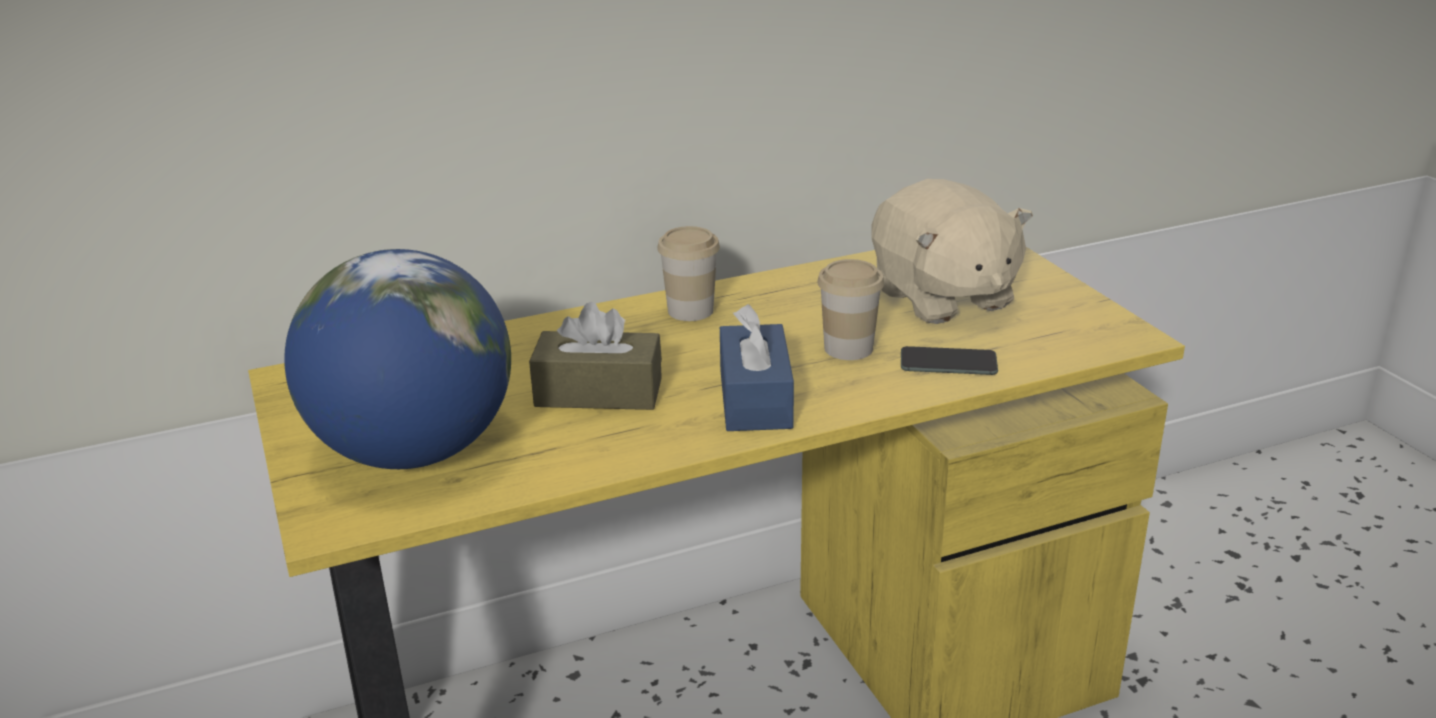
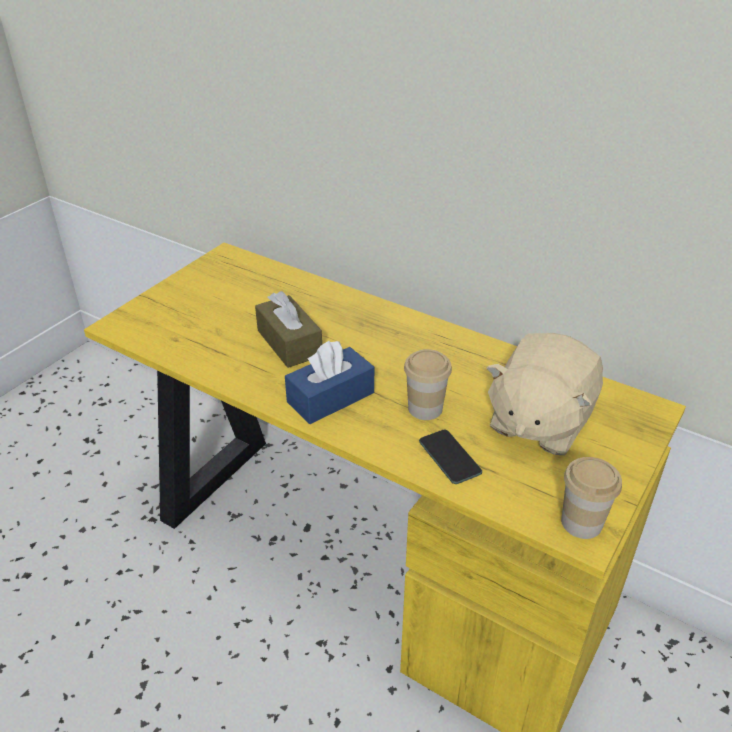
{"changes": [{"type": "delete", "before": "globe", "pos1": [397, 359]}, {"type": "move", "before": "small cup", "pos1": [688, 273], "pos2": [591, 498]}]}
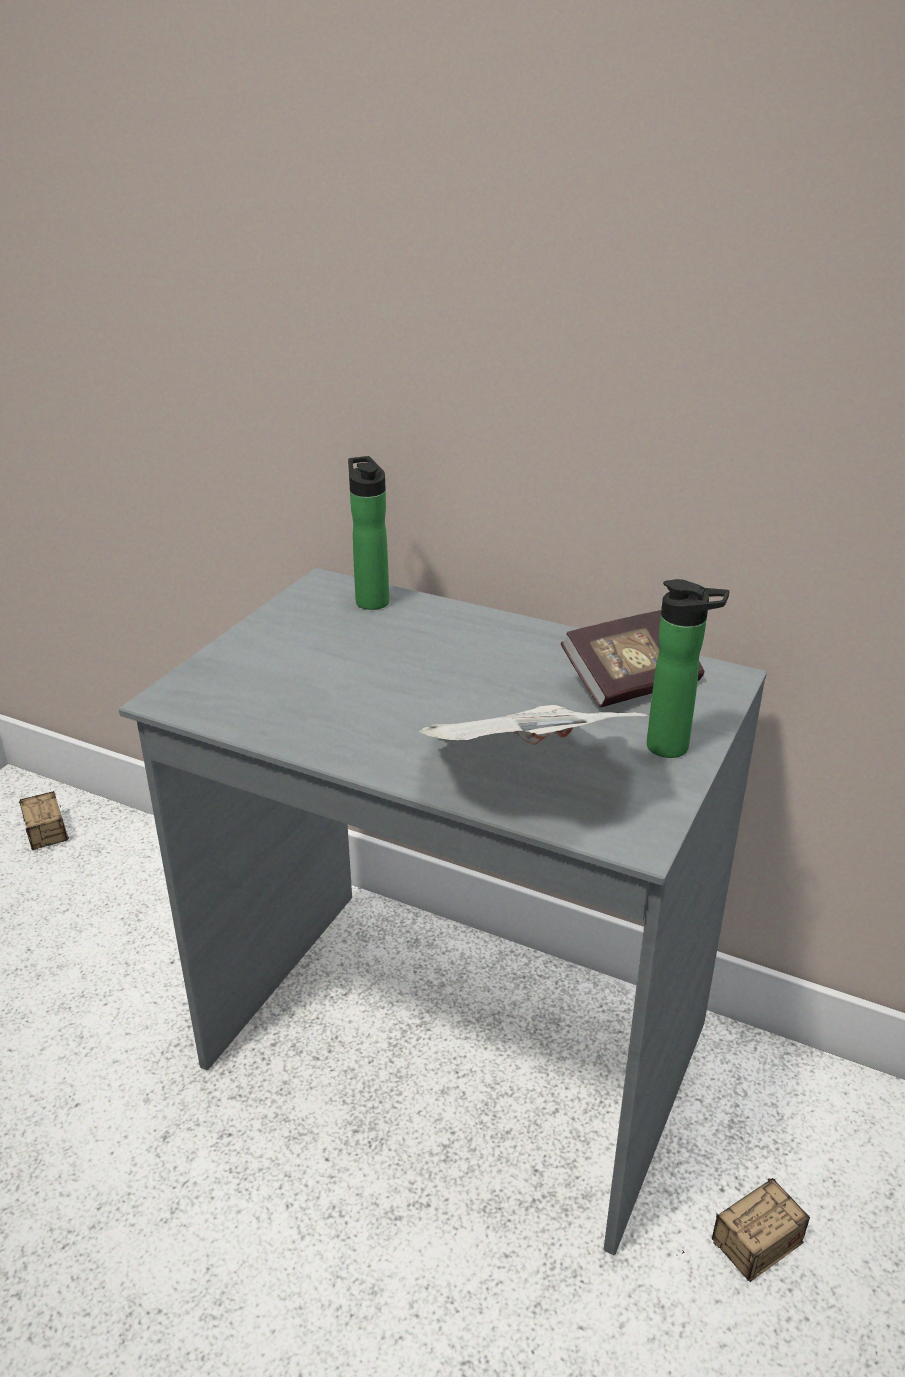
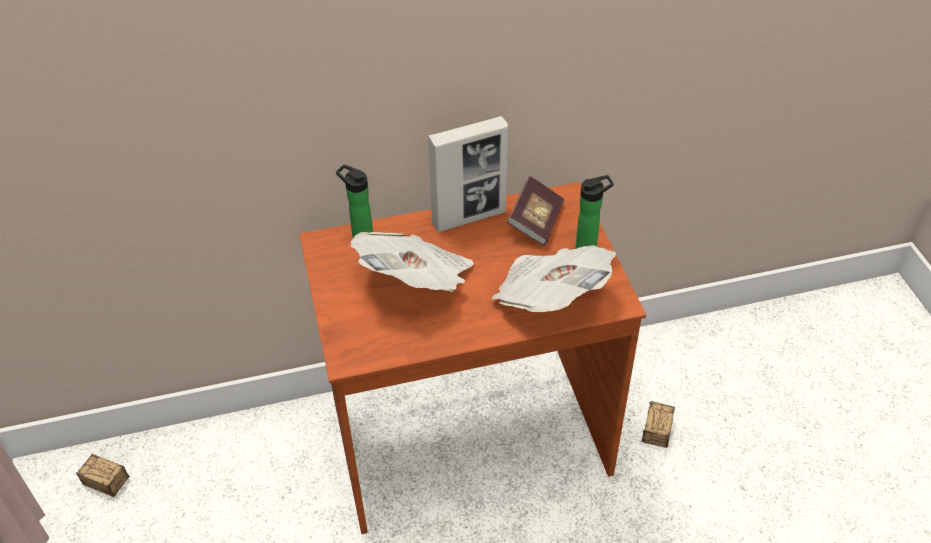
{"changes": [{"type": "insert", "after": "newspaper", "pos2": [412, 261]}, {"type": "insert", "after": "photo frame", "pos2": [468, 174]}, {"type": "recolor", "before": "gray desk table", "after": "brownish desk table", "pos1": [443, 911], "pos2": [472, 358]}]}
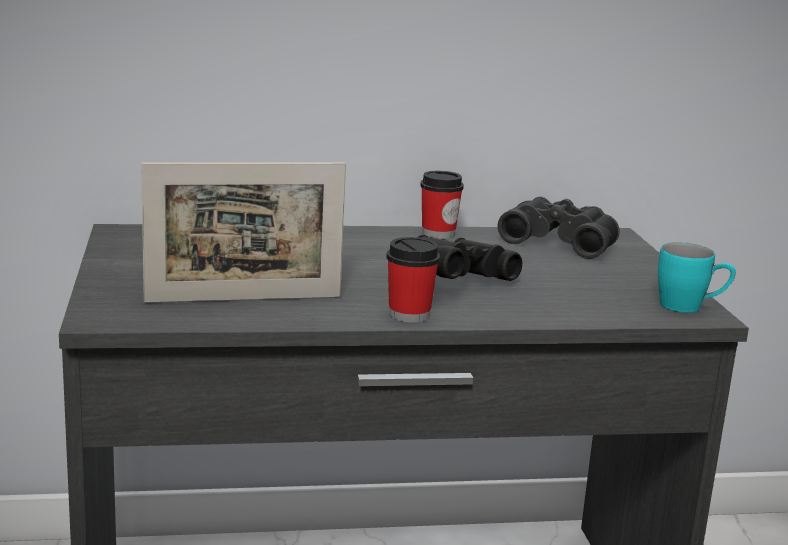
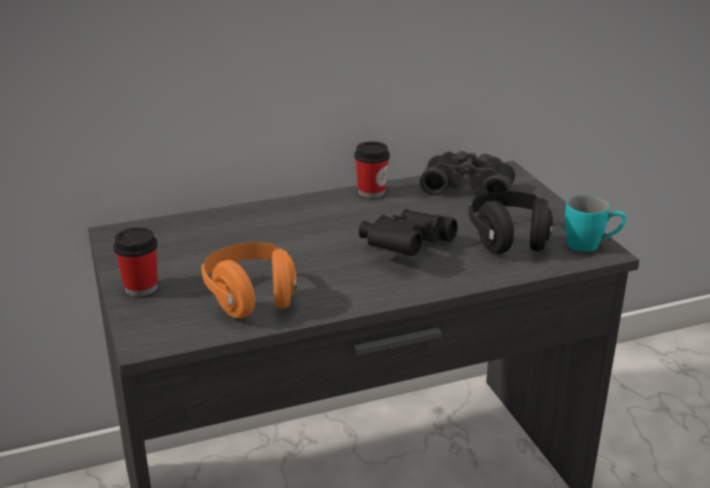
{"changes": [{"type": "insert", "after": "black headphones", "pos2": [511, 222]}, {"type": "move", "before": "small cup", "pos1": [413, 280], "pos2": [135, 262]}, {"type": "replace", "before": "photo frame", "after": "orange-coloured headphones", "pos1": [243, 232], "pos2": [249, 280]}]}
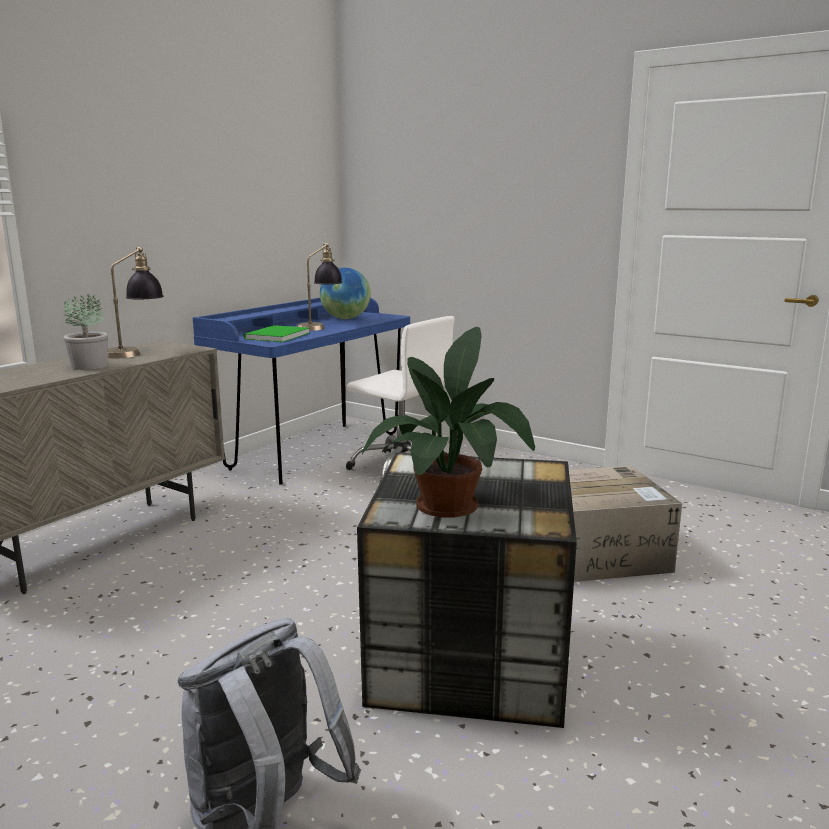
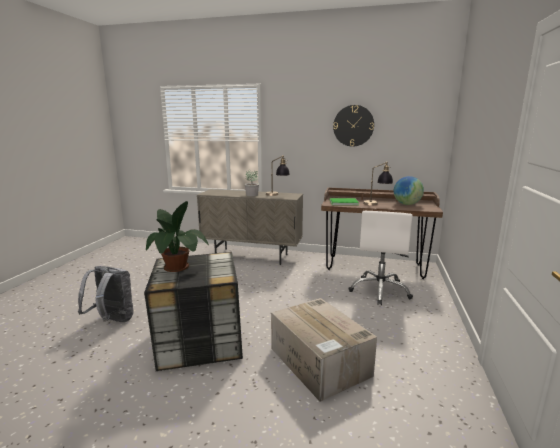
{"changes": [{"type": "insert", "after": "hanging clock", "pos2": [353, 126]}, {"type": "recolor", "before": "blue desk table", "after": "brownish desk table", "pos1": [301, 391], "pos2": [382, 233]}]}
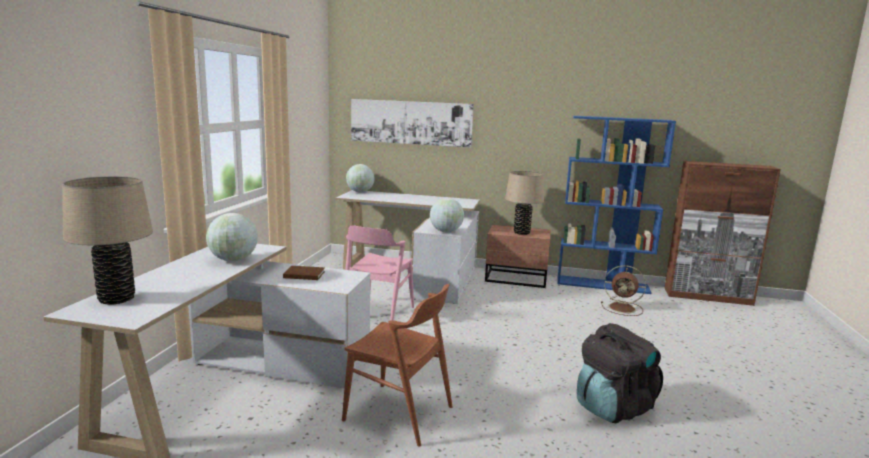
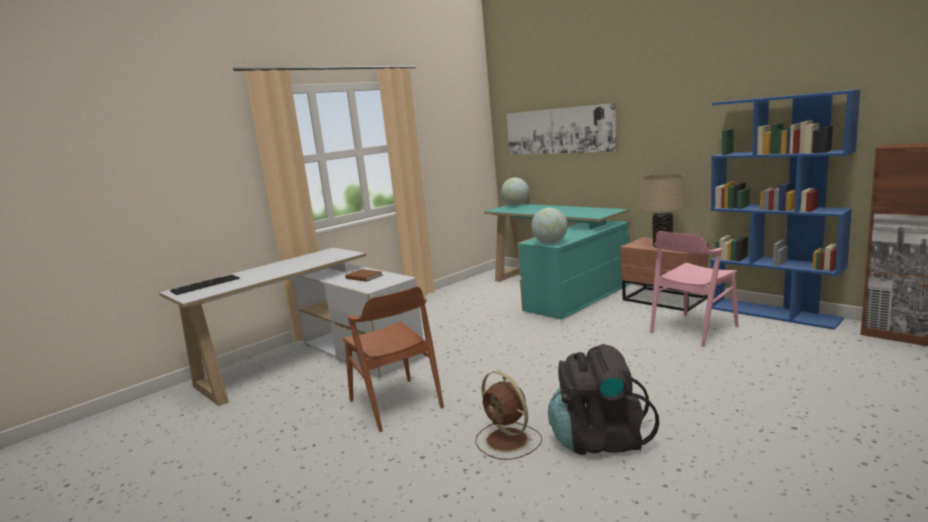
{"changes": [{"type": "delete", "before": "globe", "pos1": [232, 237]}, {"type": "move", "before": "pink chair", "pos1": [379, 272], "pos2": [694, 289]}, {"type": "move", "before": "brownish cooling fan", "pos1": [623, 290], "pos2": [508, 415]}, {"type": "replace", "before": "beige tabletop lamp", "after": "keyboard", "pos1": [107, 240], "pos2": [205, 285]}, {"type": "recolor", "before": "white-coloured desk table", "after": "turquoise-coloured desk table", "pos1": [407, 247], "pos2": [557, 262]}]}
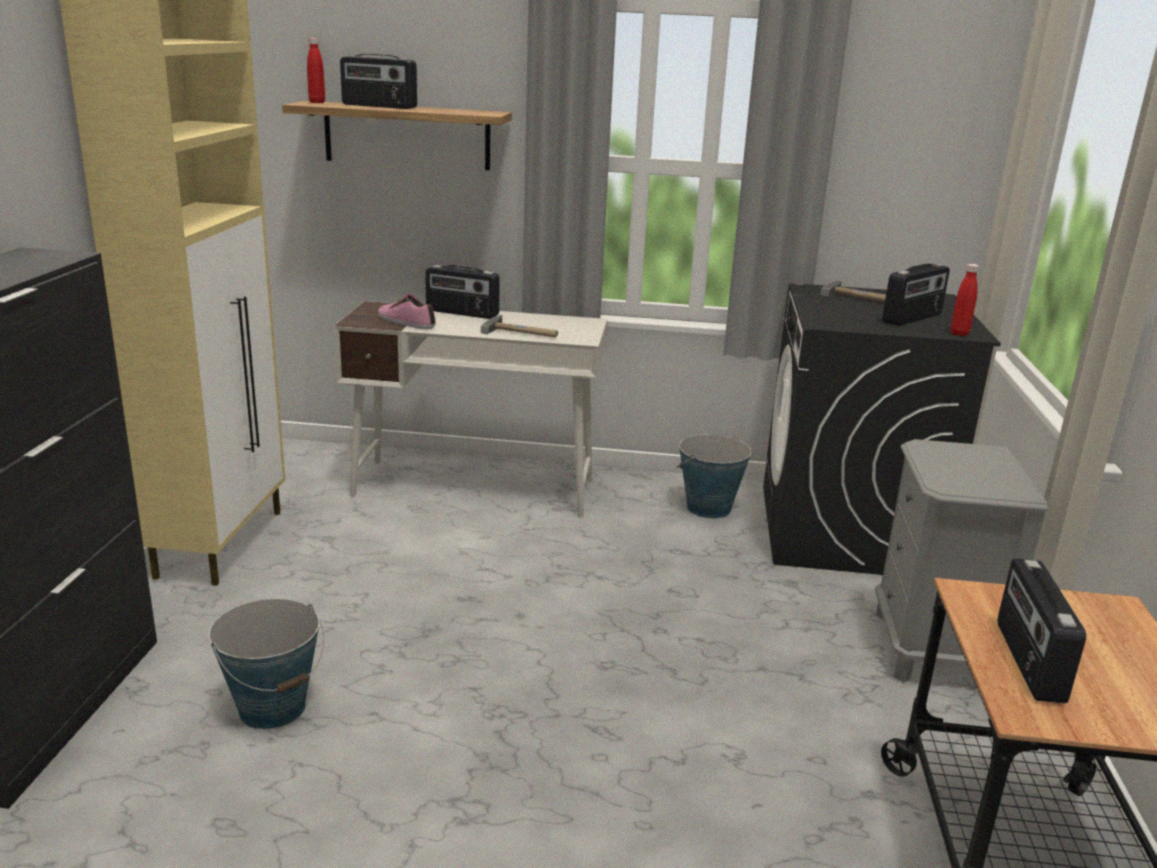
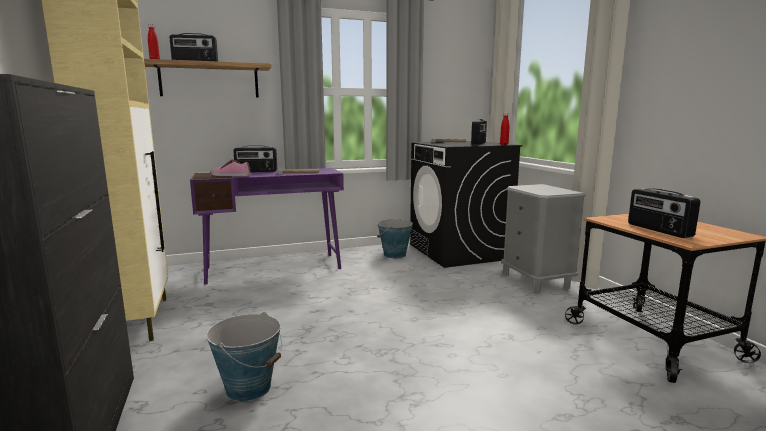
{"changes": [{"type": "recolor", "before": "white-coloured desk table", "after": "purple-coloured desk table", "pos1": [470, 409], "pos2": [267, 226]}]}
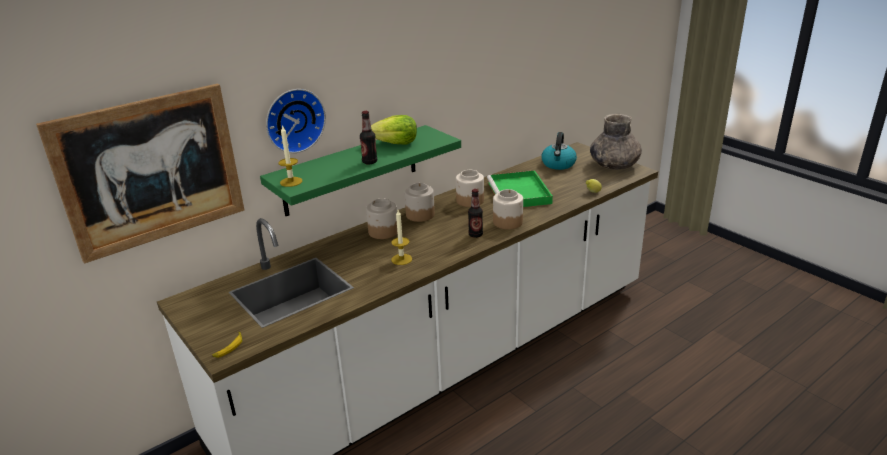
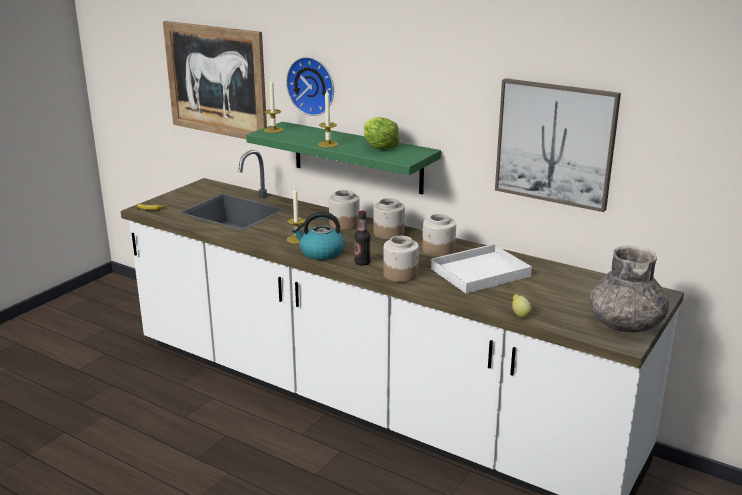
{"changes": [{"type": "insert", "after": "picture", "pos2": [558, 145]}, {"type": "move", "before": "tea kettle", "pos1": [559, 151], "pos2": [318, 236]}, {"type": "replace", "before": "beverage bottle", "after": "wax candle", "pos1": [368, 137], "pos2": [328, 119]}, {"type": "recolor", "before": "greenish carrying tray", "after": "white-coloured carrying tray", "pos1": [520, 188], "pos2": [481, 268]}]}
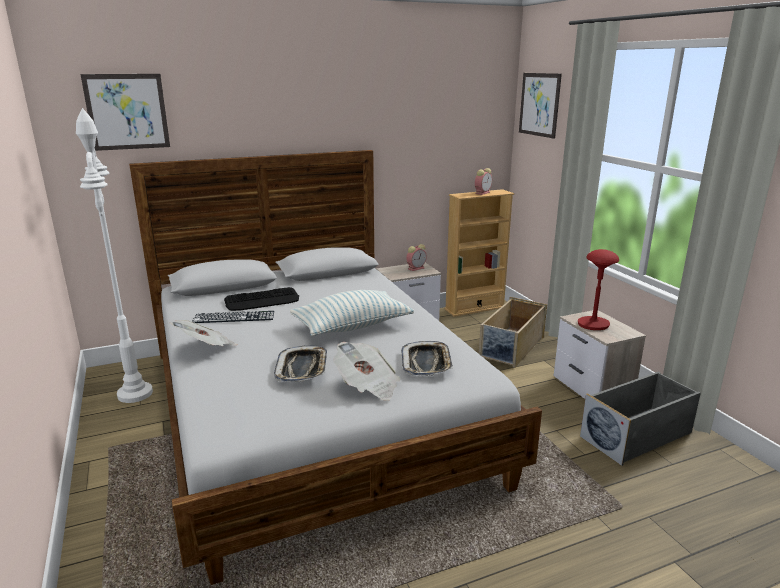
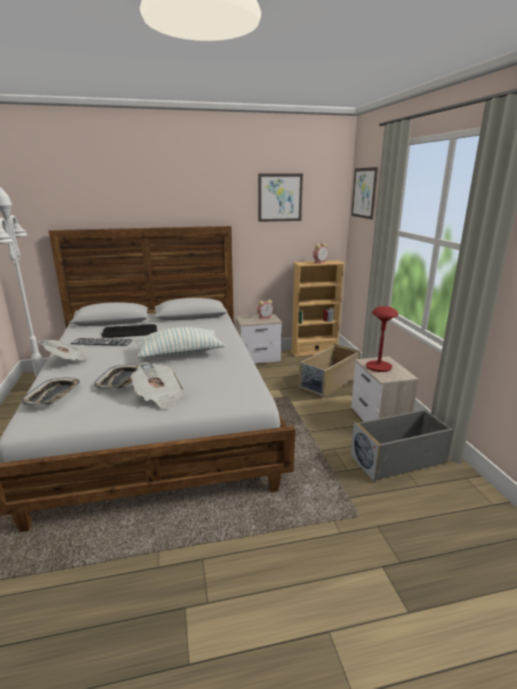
{"changes": [{"type": "move", "before": "picture", "pos1": [125, 112], "pos2": [280, 197]}, {"type": "move", "before": "carrying tray", "pos1": [427, 358], "pos2": [50, 391]}]}
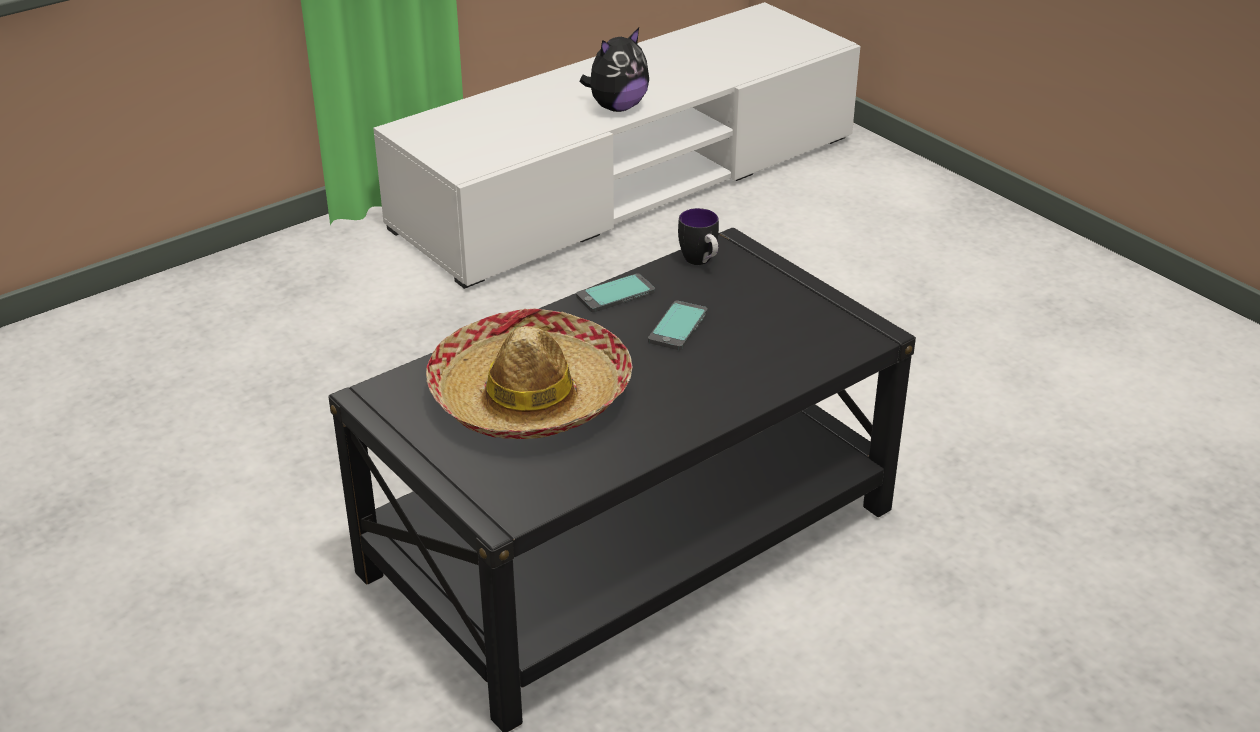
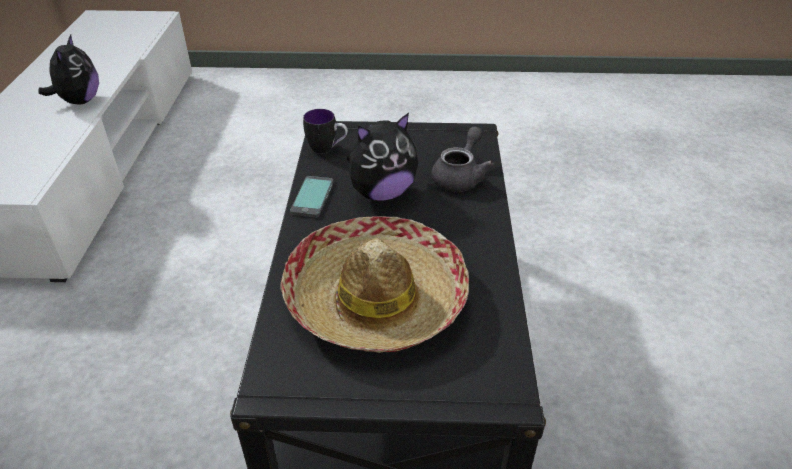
{"changes": [{"type": "insert", "after": "gray teapot", "pos2": [462, 159]}, {"type": "replace", "before": "handset", "after": "cuddly toy", "pos1": [677, 325], "pos2": [382, 157]}]}
